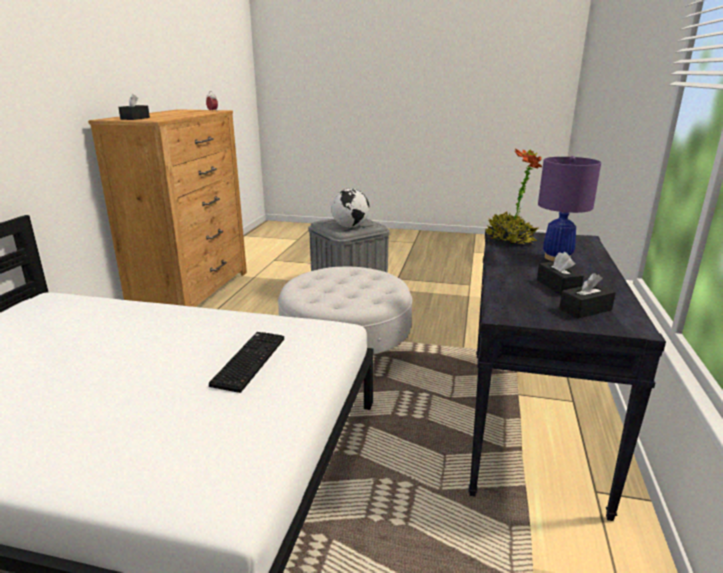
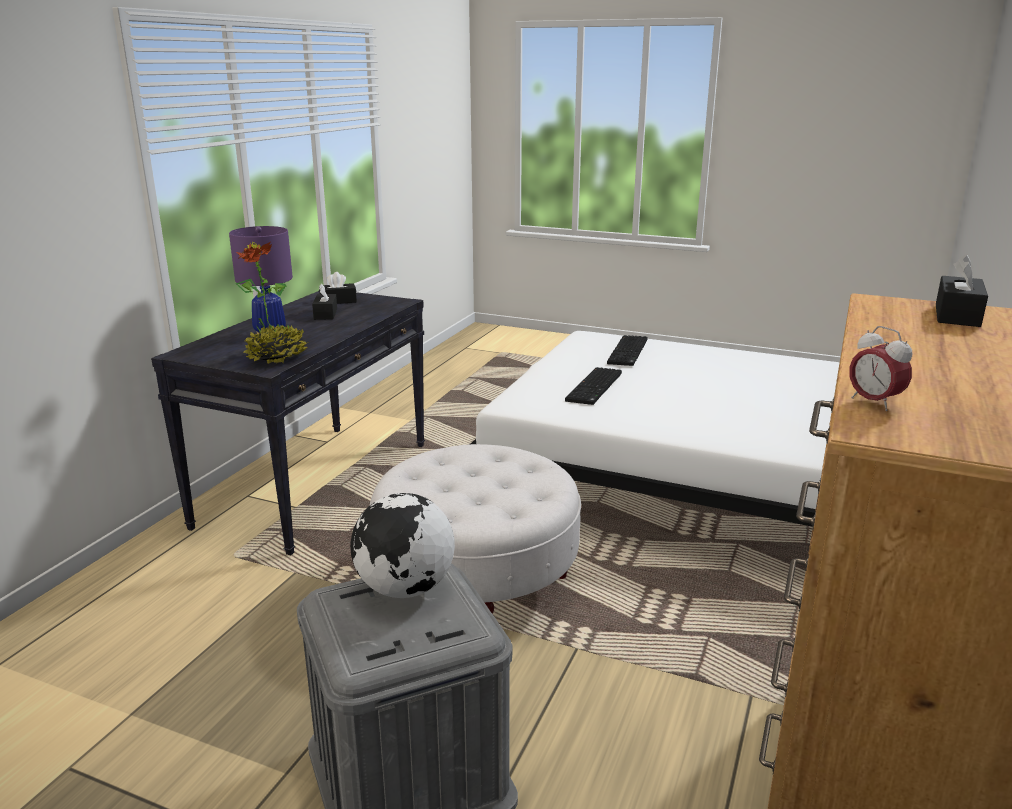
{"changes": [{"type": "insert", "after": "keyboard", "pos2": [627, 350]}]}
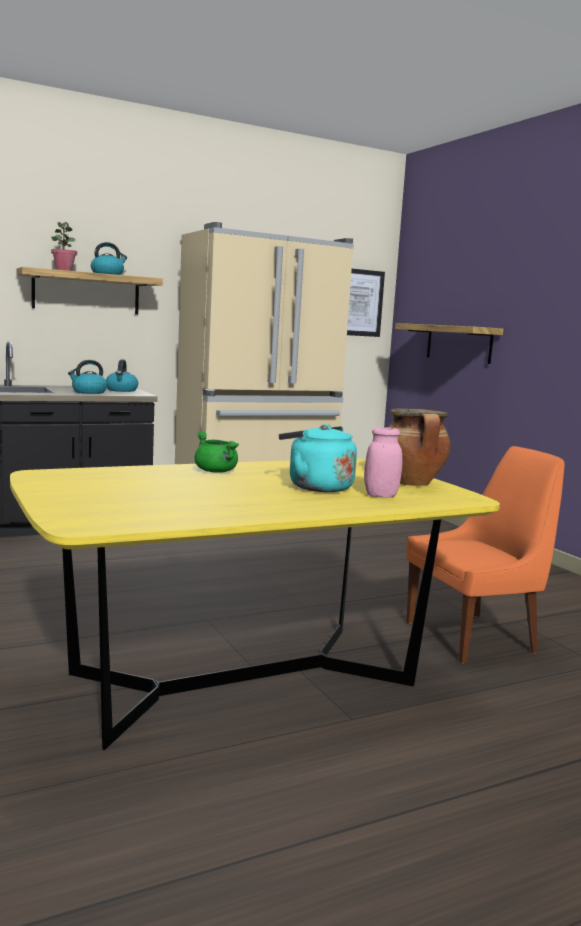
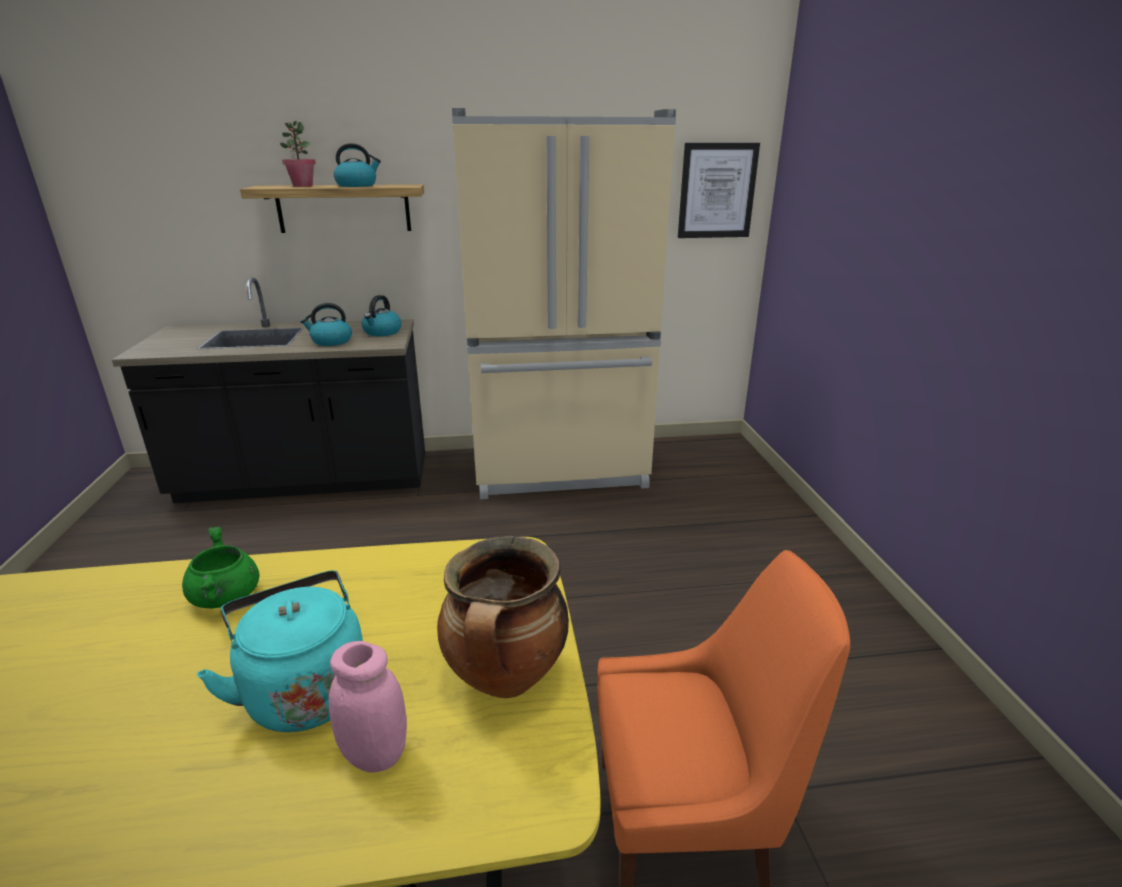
{"changes": [{"type": "delete", "before": "bracket shelf", "pos1": [449, 343]}]}
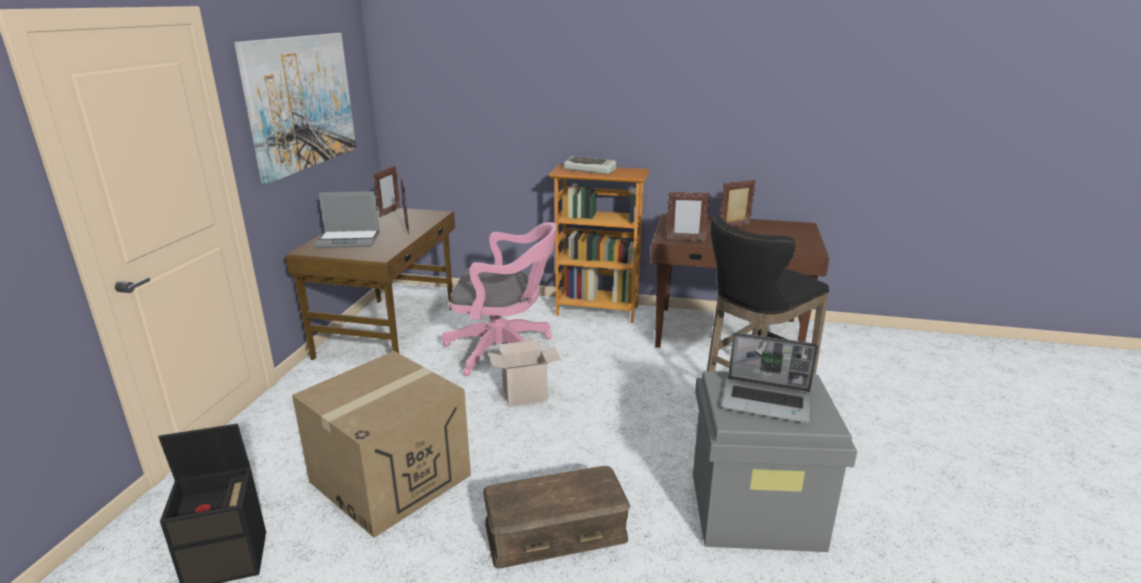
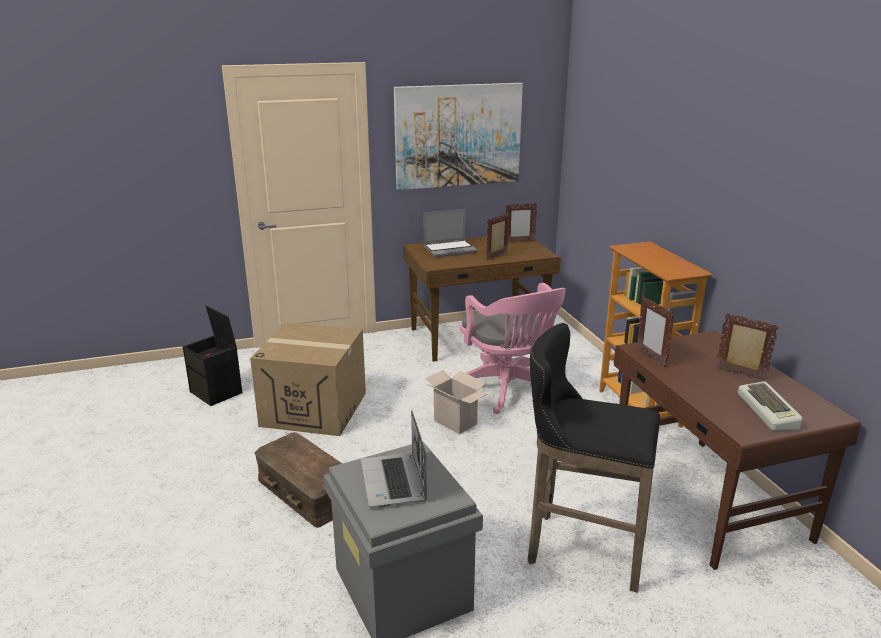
{"changes": [{"type": "move", "before": "keyboard", "pos1": [590, 165], "pos2": [770, 406]}, {"type": "rotate", "before": "notebook computer", "pos1": [347, 219], "pos2": [450, 233], "turn": -75}]}
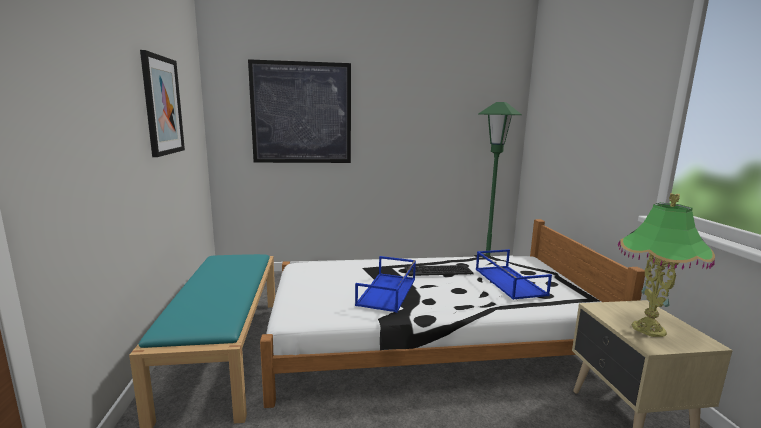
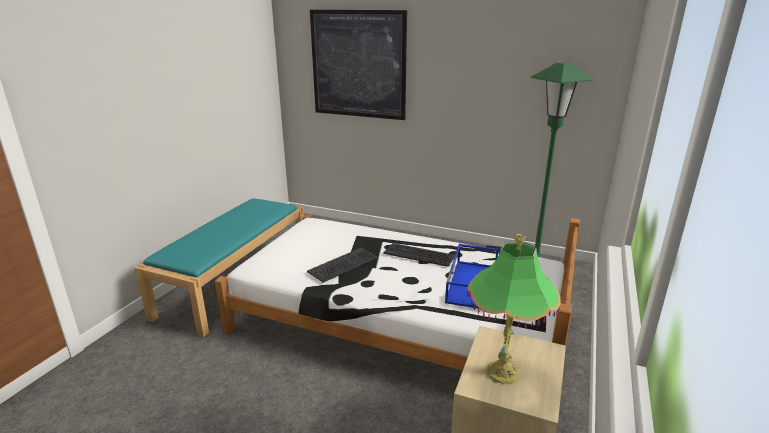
{"changes": [{"type": "delete", "before": "picture", "pos1": [162, 103]}, {"type": "replace", "before": "blue carrying tray", "after": "keyboard", "pos1": [385, 284], "pos2": [342, 265]}]}
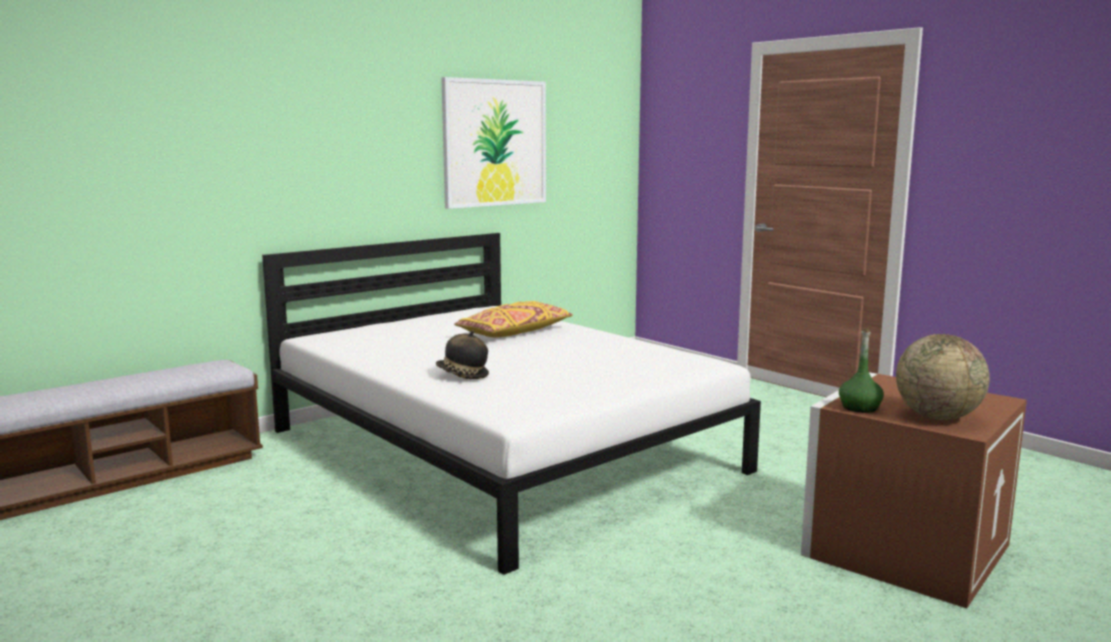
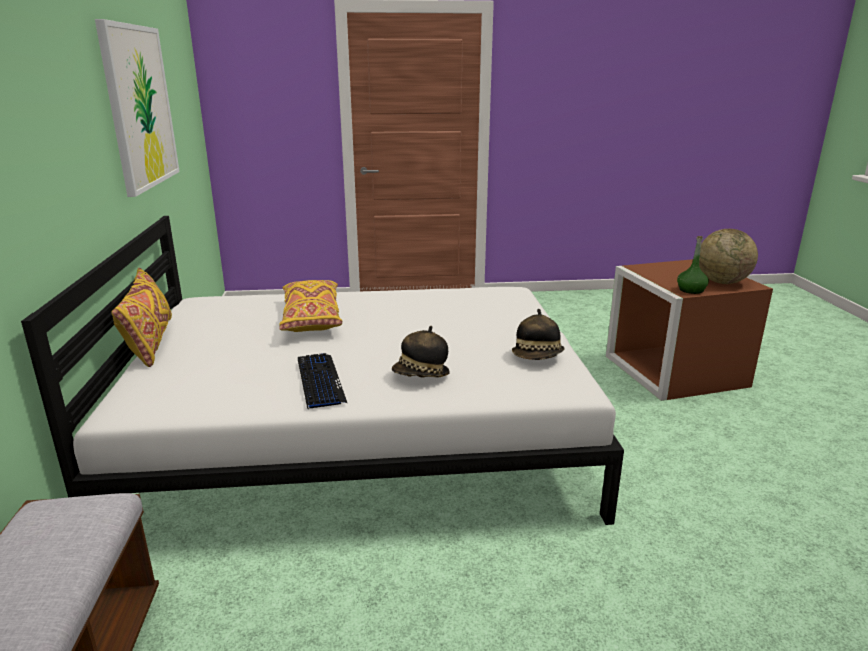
{"changes": [{"type": "insert", "after": "yellow cushion", "pos2": [141, 317]}, {"type": "insert", "after": "keyboard", "pos2": [322, 381]}, {"type": "insert", "after": "wearable hat", "pos2": [538, 334]}]}
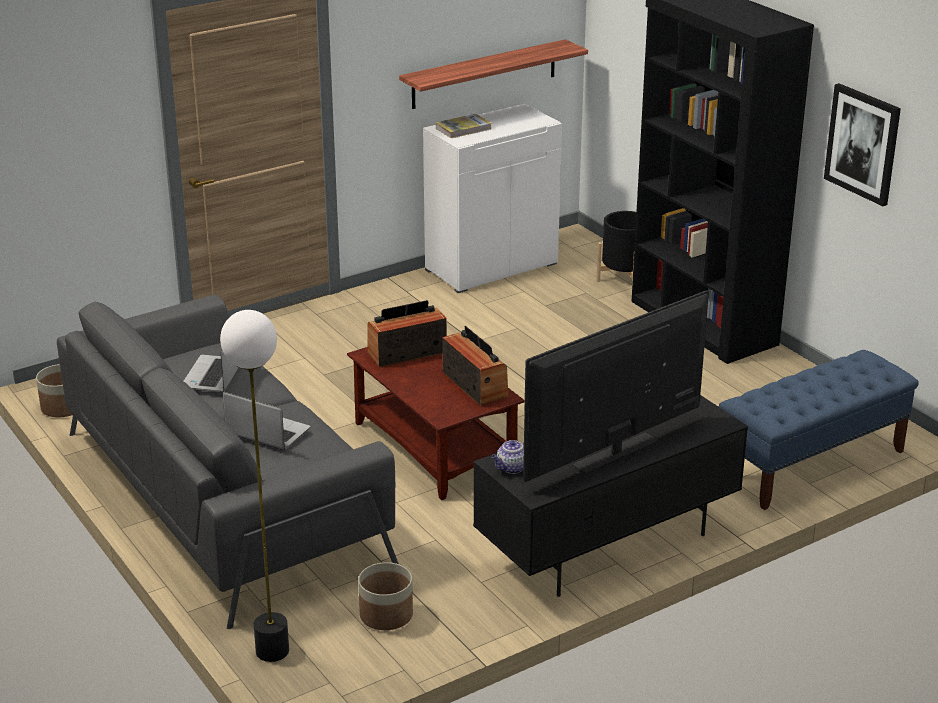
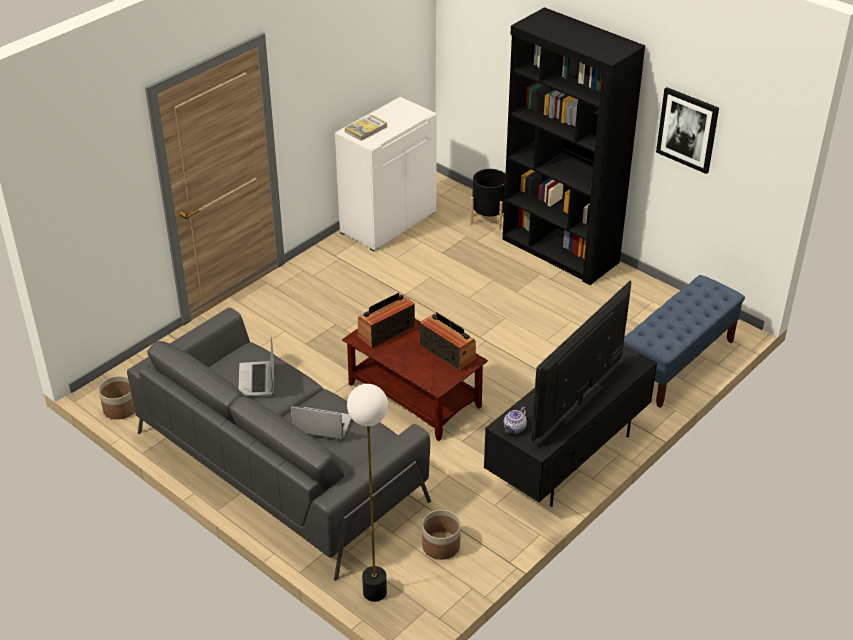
{"changes": [{"type": "delete", "before": "bracket shelf", "pos1": [493, 74]}]}
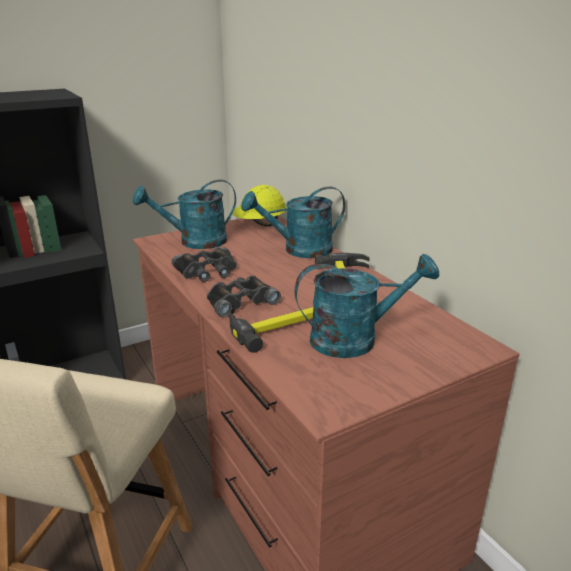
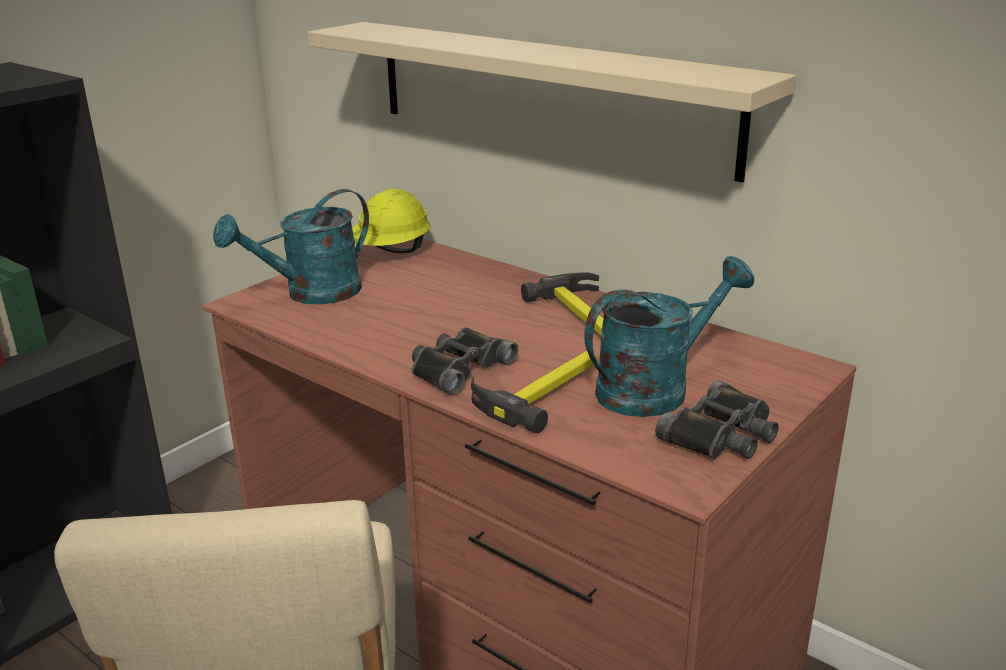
{"changes": [{"type": "delete", "before": "turquoise-coloured watering can", "pos1": [293, 222]}, {"type": "insert", "after": "beige bracket shelf", "pos2": [552, 102]}, {"type": "move", "before": "black pair of binoculars", "pos1": [204, 264], "pos2": [717, 419]}]}
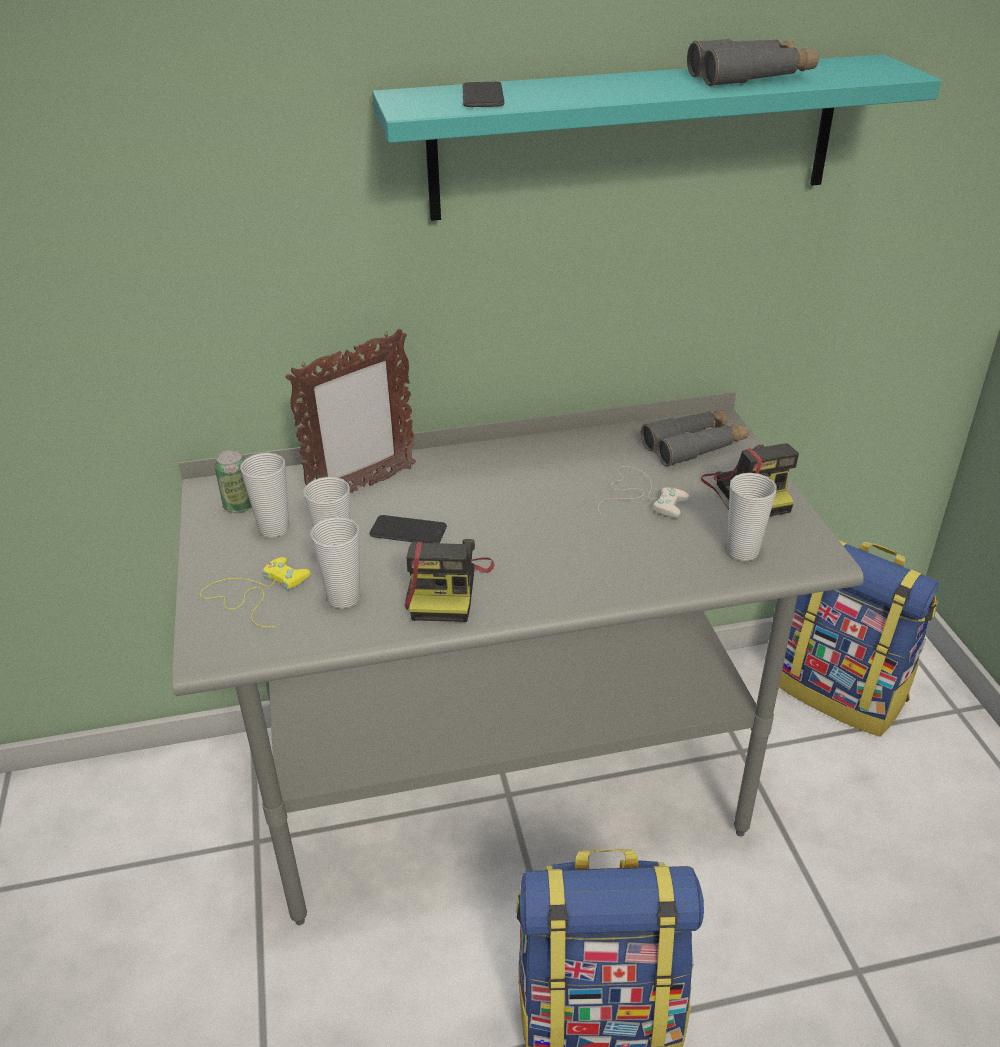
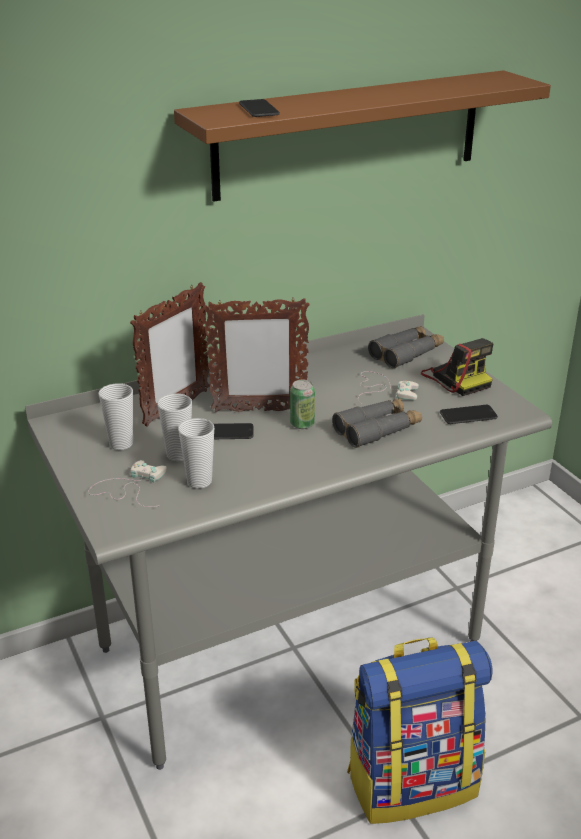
{"changes": [{"type": "delete", "before": "still camera", "pos1": [449, 580]}, {"type": "delete", "before": "rucksack", "pos1": [859, 638]}, {"type": "insert", "after": "photo frame", "pos2": [256, 354]}, {"type": "move", "before": "can", "pos1": [233, 481], "pos2": [302, 404]}, {"type": "move", "before": "gray pair of binoculars", "pos1": [753, 62], "pos2": [377, 423]}, {"type": "replace", "before": "small cup", "after": "handset", "pos1": [752, 517], "pos2": [469, 414]}, {"type": "recolor", "before": "yellow joypad", "after": "white-coloured joypad", "pos1": [255, 592], "pos2": [127, 483]}, {"type": "recolor", "before": "turquoise-coloured bracket shelf", "after": "brownish bracket shelf", "pos1": [656, 137], "pos2": [362, 136]}]}
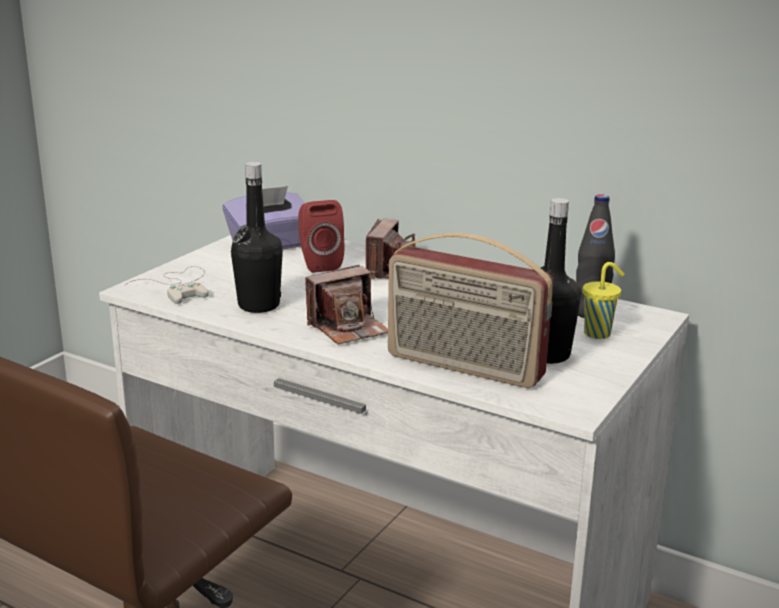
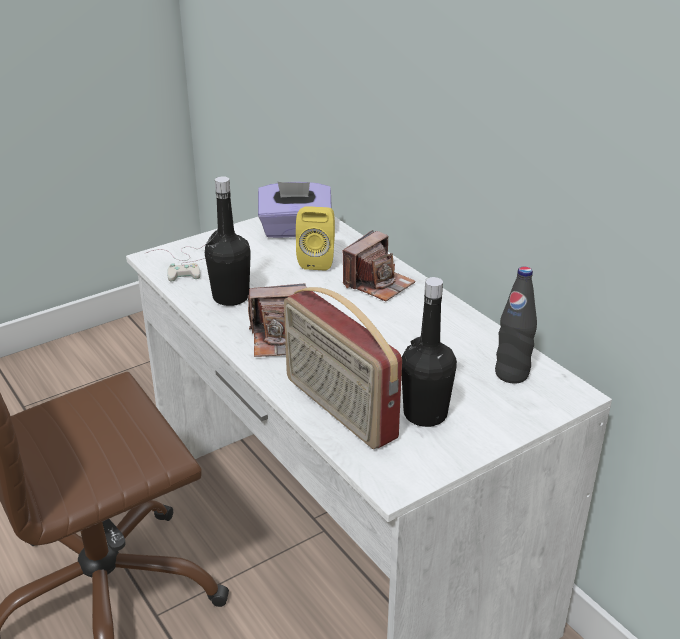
{"changes": [{"type": "delete", "before": "yellow small cup", "pos1": [604, 300]}, {"type": "recolor", "before": "red loudspeaker", "after": "yellow loudspeaker", "pos1": [321, 236], "pos2": [315, 238]}]}
